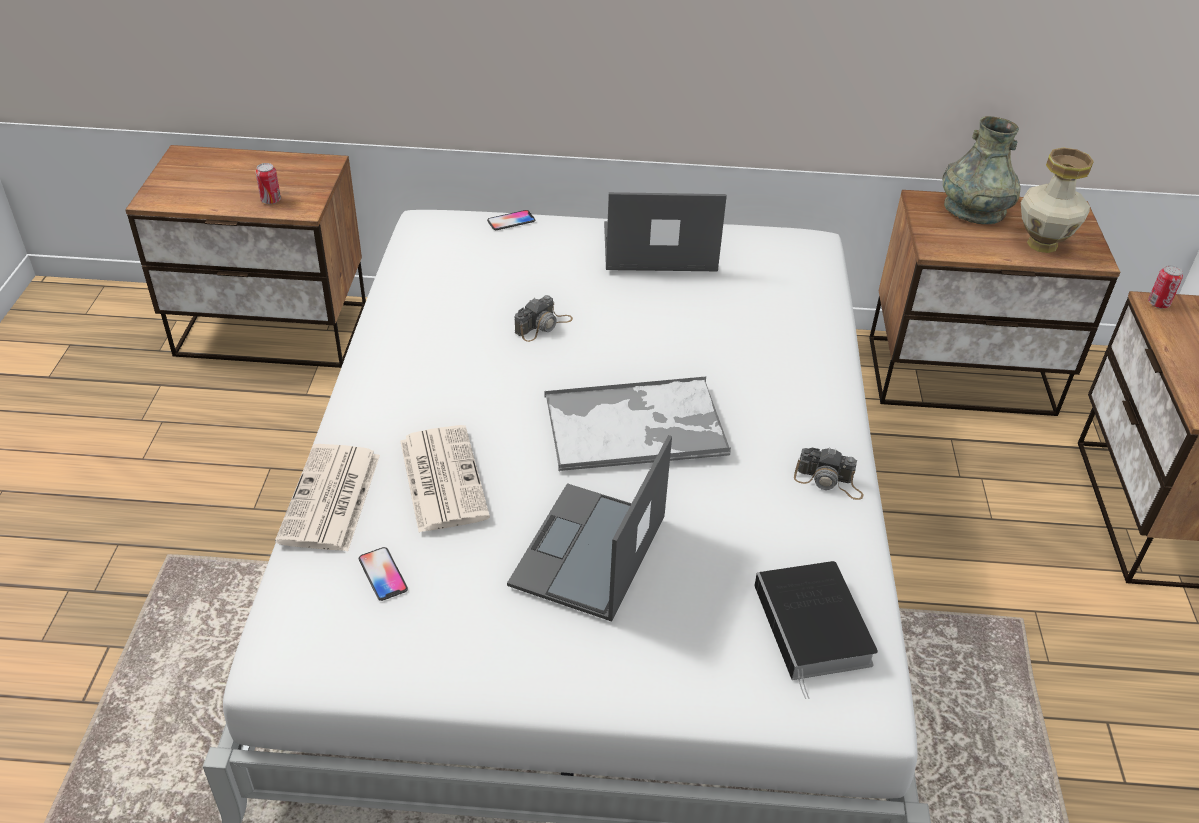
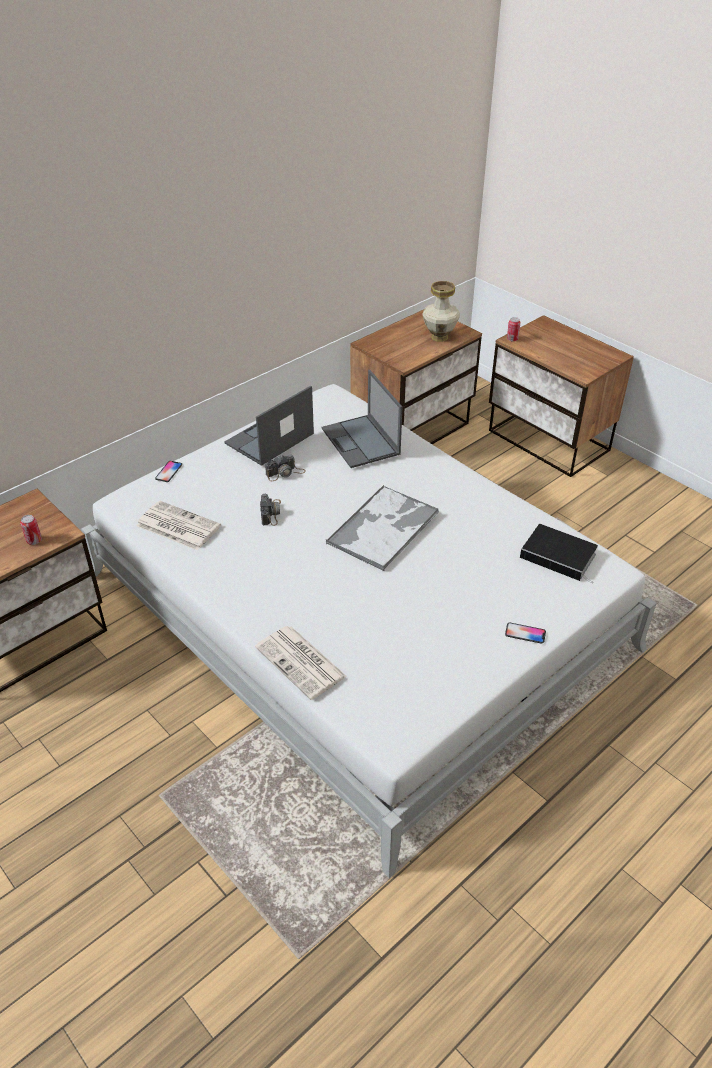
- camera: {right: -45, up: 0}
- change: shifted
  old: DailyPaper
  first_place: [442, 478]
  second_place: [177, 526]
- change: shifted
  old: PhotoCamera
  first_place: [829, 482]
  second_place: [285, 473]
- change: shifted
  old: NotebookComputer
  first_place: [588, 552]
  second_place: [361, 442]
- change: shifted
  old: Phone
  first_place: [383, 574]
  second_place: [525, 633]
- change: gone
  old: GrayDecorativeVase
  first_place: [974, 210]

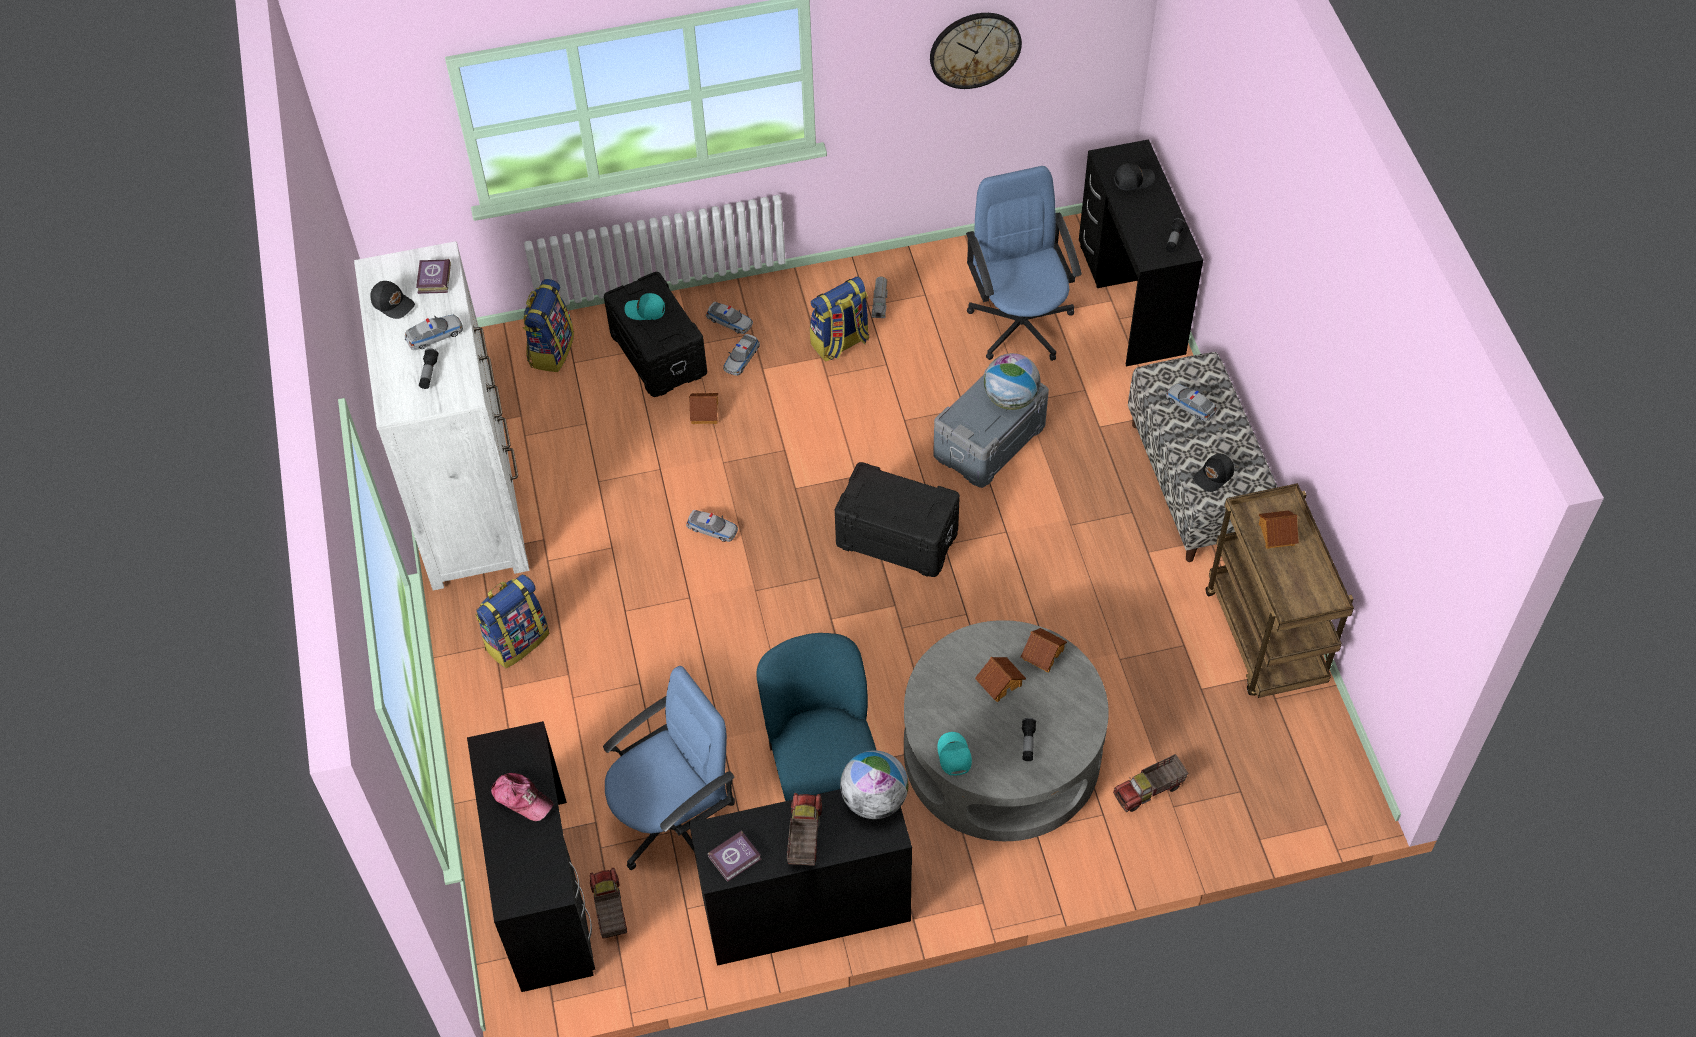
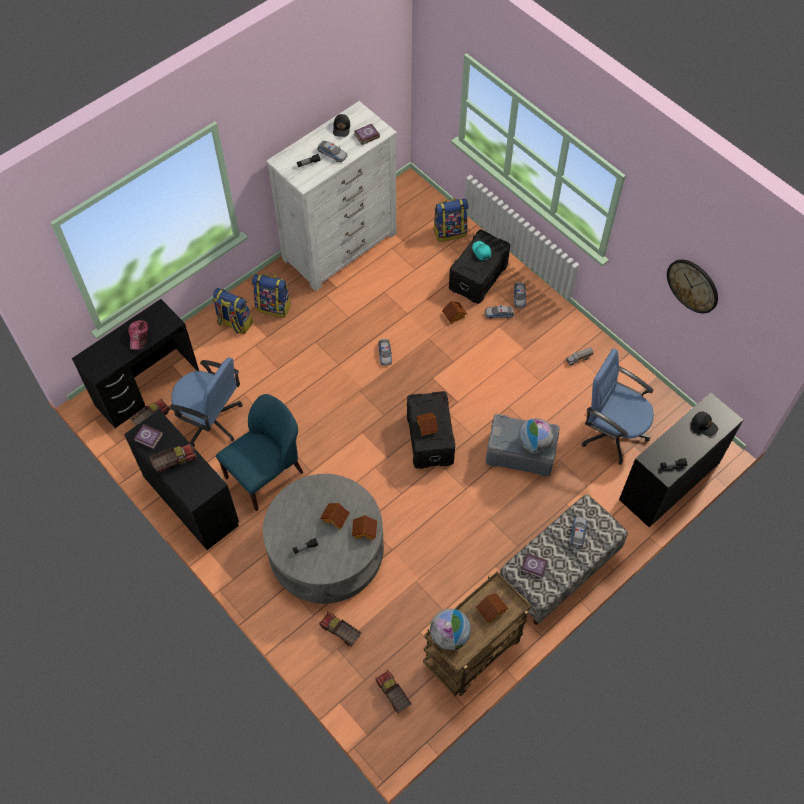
- camera: {right: 60, up: 5}
- change: shifted
  old: Backpack
  first_place: [840, 343]
  second_place: [234, 323]
- change: new
  new: ToyTruck
  second_place: [393, 694]
- change: new
  new: ToyHouse
  second_place: [427, 426]
- change: shifted
  old: WorldGlobe
  first_place: [874, 800]
  second_place: [449, 635]
- change: swapped
  old: BlackBaseballCap
  new: BoundBook
  first_place: [1214, 476]
  second_place: [534, 567]
- change: rotated
  old: BlueDeskChair
  first_place: [1020, 323]
  second_place: [612, 432]
  degrees: -105
- change: gone
  old: TurquoiseColouredBaseballCap
  first_place: [953, 756]

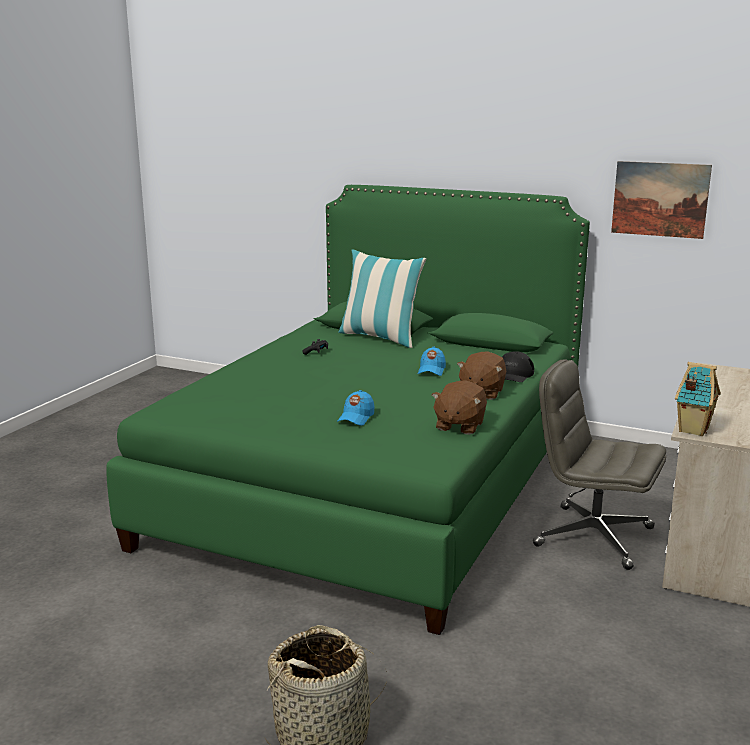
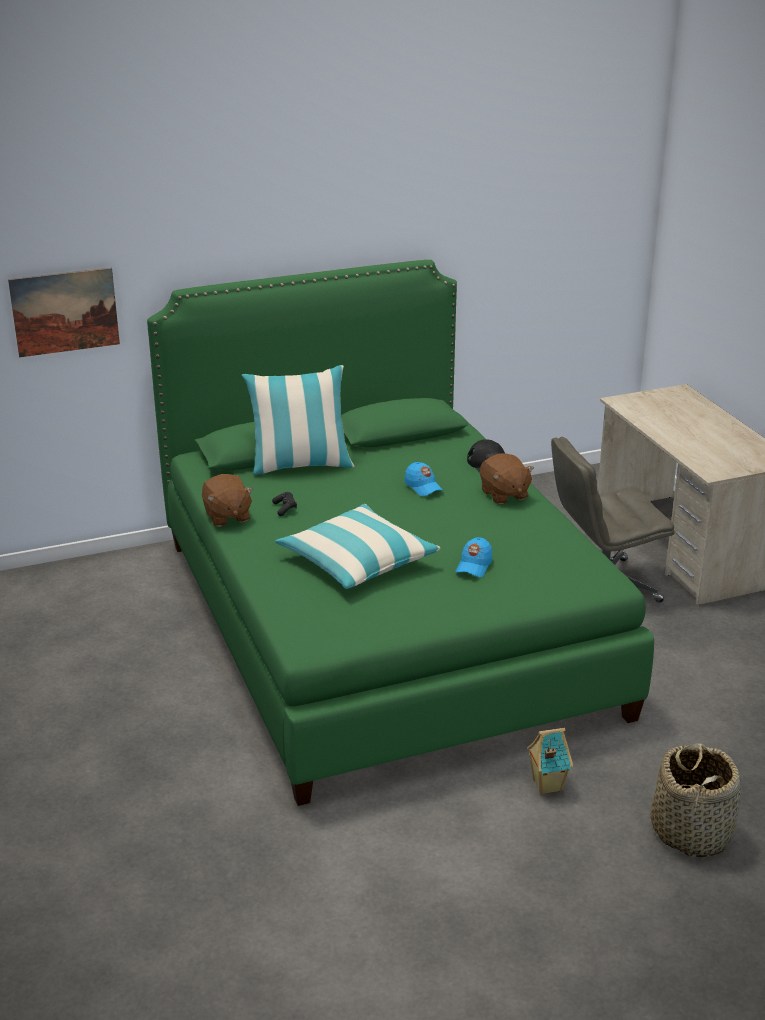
- camera: {right: -45, up: 10}
- change: shifted
  old: WallArt
  first_place: [660, 199]
  second_place: [65, 312]
- change: shifted
  old: BrownColouredSoftToy
  first_place: [459, 426]
  second_place: [227, 516]
- change: new
  new: ThrowPillow
  second_place: [357, 561]
- change: rotated
  old: BlueBaseballCap
  first_place: [356, 418]
  second_place: [474, 566]
  degrees: 45
- change: shifted
  old: ToyHouse
  first_place: [692, 430]
  second_place: [546, 785]

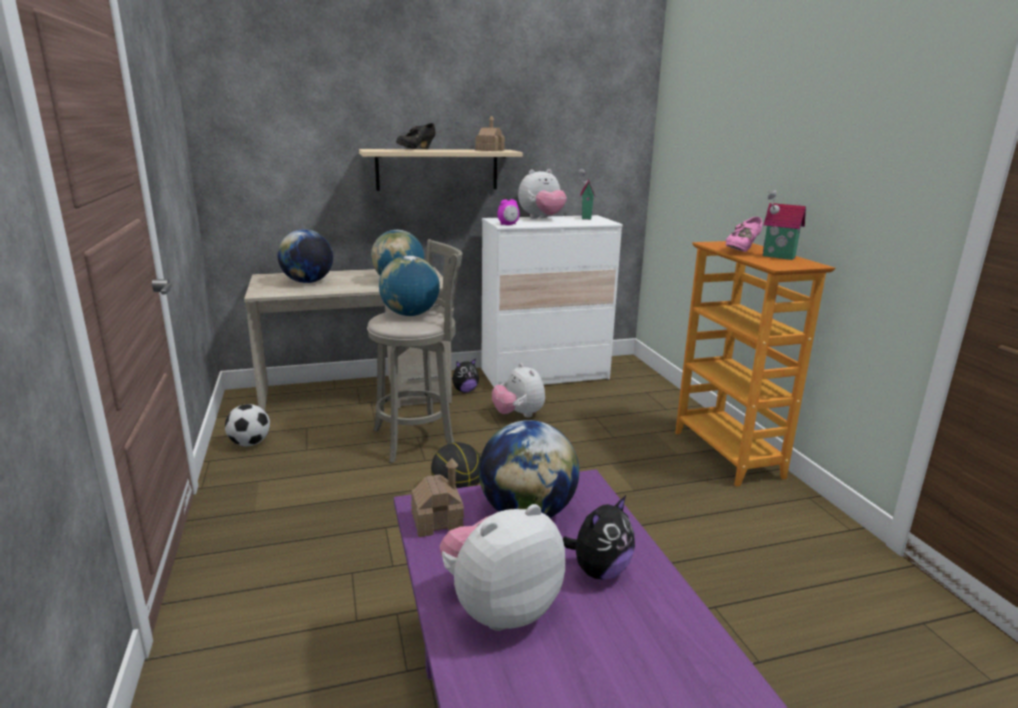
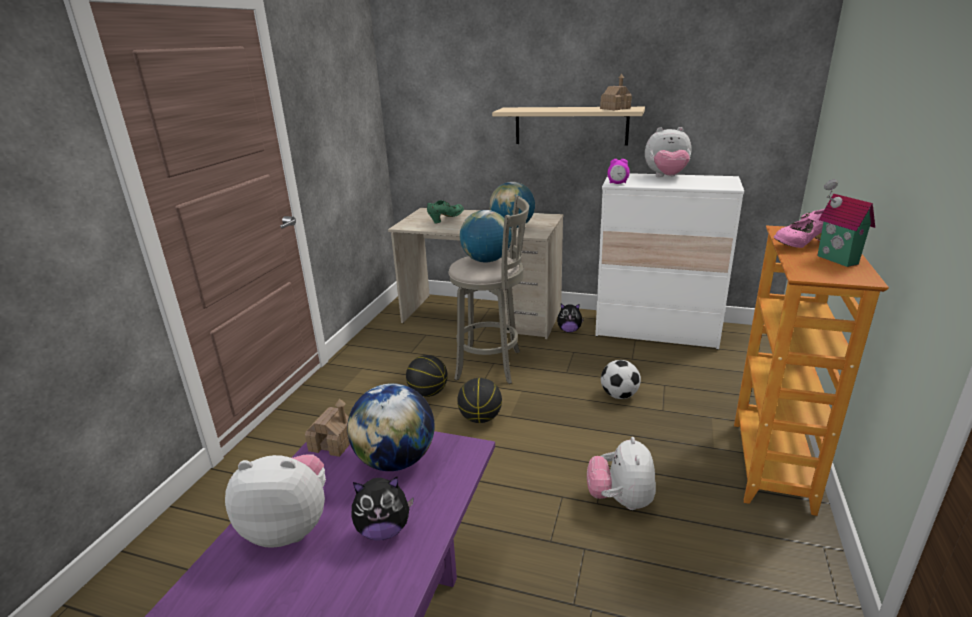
- camera: {right: 35, up: 5}
- change: new
  new: BallForBasketball
  second_place: [428, 393]
- change: swapped
  old: WorldGlobe
  new: GreenLowShoe
  first_place: [308, 282]
  second_place: [446, 219]
- change: shifted
  old: SoftToy
  first_place: [518, 415]
  second_place: [620, 500]
- change: shifted
  old: FootballBall
  first_place: [250, 443]
  second_place: [619, 395]
- change: gone
  old: BlackLowShoe
  first_place: [416, 150]
- change: gone
  old: ToyHouse
  first_place: [584, 217]

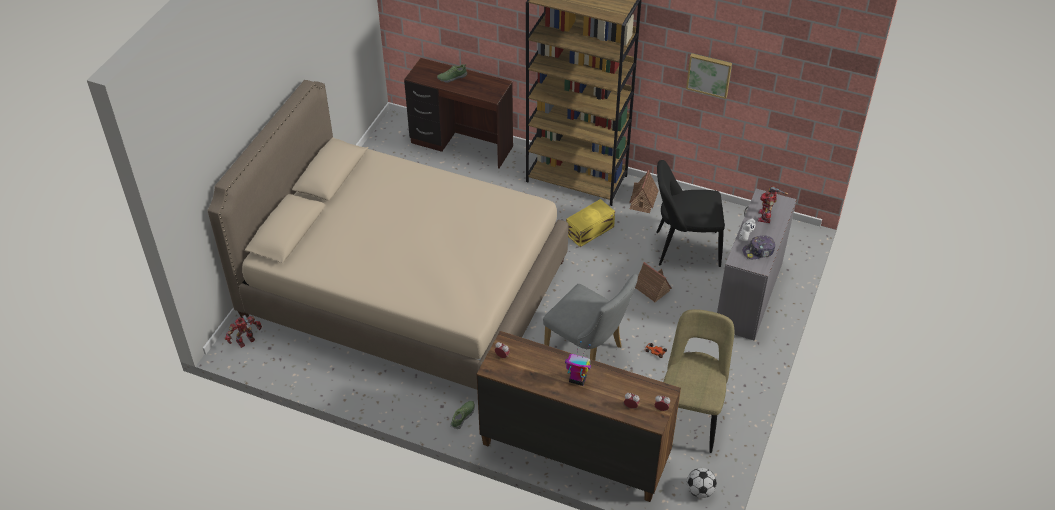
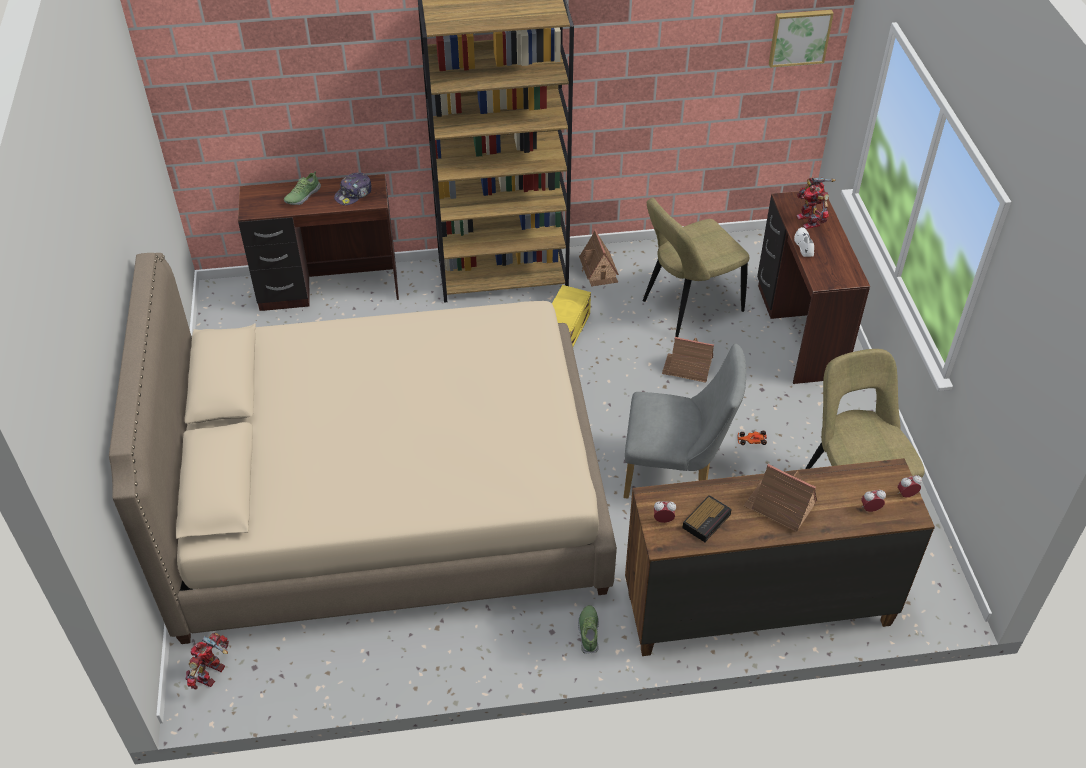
- camera: {right: -30, up: 0}
- change: shifted
  old: BaseballCap
  first_place: [758, 251]
  second_place: [354, 194]
- change: repainted
  old: BlackUprightChair
  new: SandColouredUprightChair
  first_place: [684, 249]
  second_place: [688, 307]
- change: new
  new: TableClock
  second_place: [707, 520]
- change: swapped
  old: RobotFigure
  new: ToyHouse
  first_place: [577, 380]
  second_place: [780, 506]
- change: repainted
  old: GrayDeskTable
  new: BrownColouredDeskTable
  first_place: [747, 295]
  second_place: [797, 331]
- change: shifted
  old: WallArt
  first_place: [709, 74]
  second_place: [799, 37]
- change: gone
  old: FootballBall
  first_place: [700, 490]

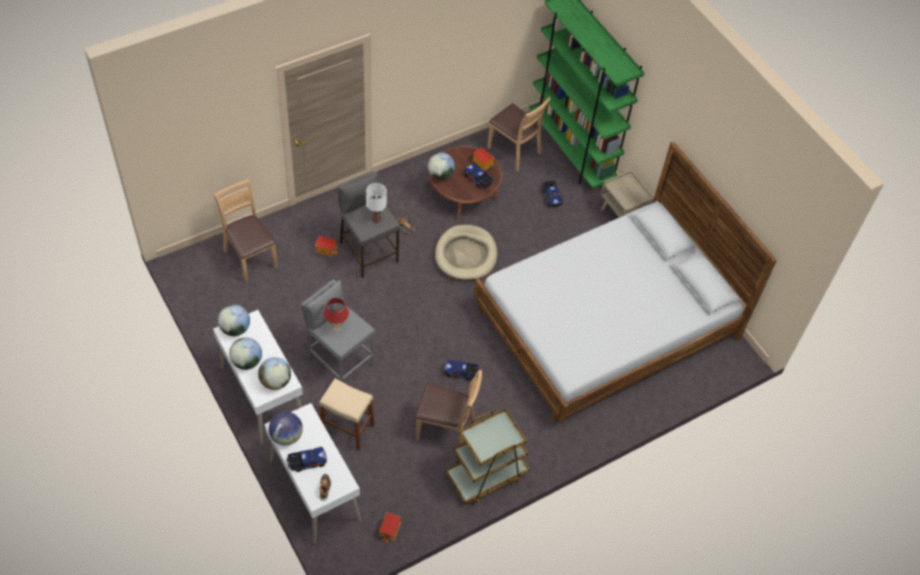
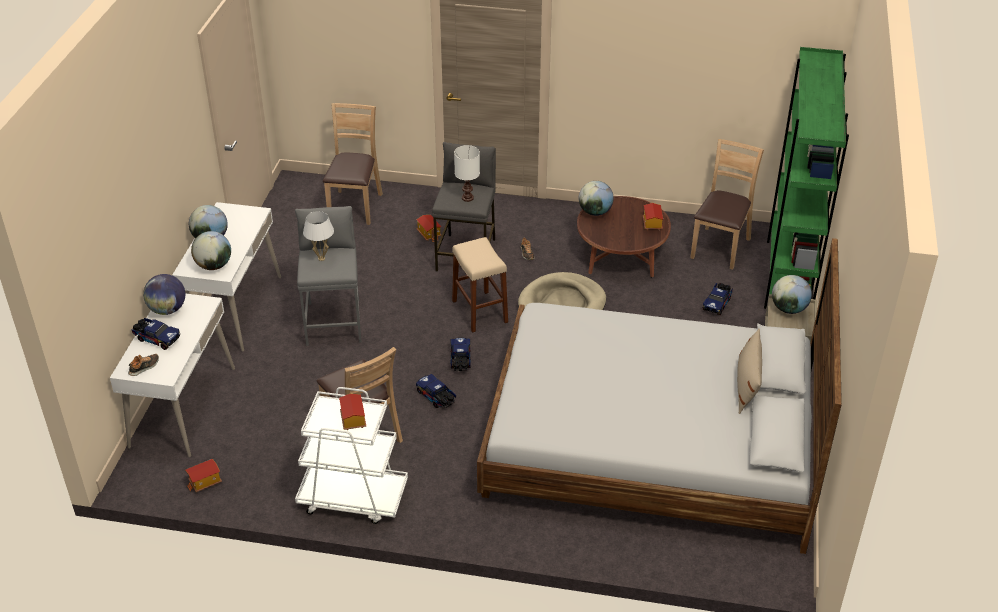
- camera: {right: 45, up: -15}
- change: repainted
  old: BrownColouredTrolley
  new: WhiteColouredTrolley
  first_place: [486, 475]
  second_place: [352, 497]
- change: repainted
  old: RedTabletopLamp
  new: WhiteColouredTabletopLamp
  first_place: [337, 328]
  second_place: [321, 259]
- change: new
  new: ToyHouse
  second_place: [352, 420]
- change: shifted
  old: ToyTruck
  first_place: [478, 180]
  second_place: [460, 360]
- change: shifted
  old: SandColouredStool
  first_place: [347, 428]
  second_place: [479, 311]
- change: rotated
  old: BrownColouredUprightChair
  first_place: [514, 151]
  second_place: [720, 247]
  degrees: -150
- change: new
  new: SandColouredThrowPillow
  second_place: [747, 385]
- change: shifted
  old: WorldGlobe
  first_place: [235, 329]
  second_place: [788, 309]

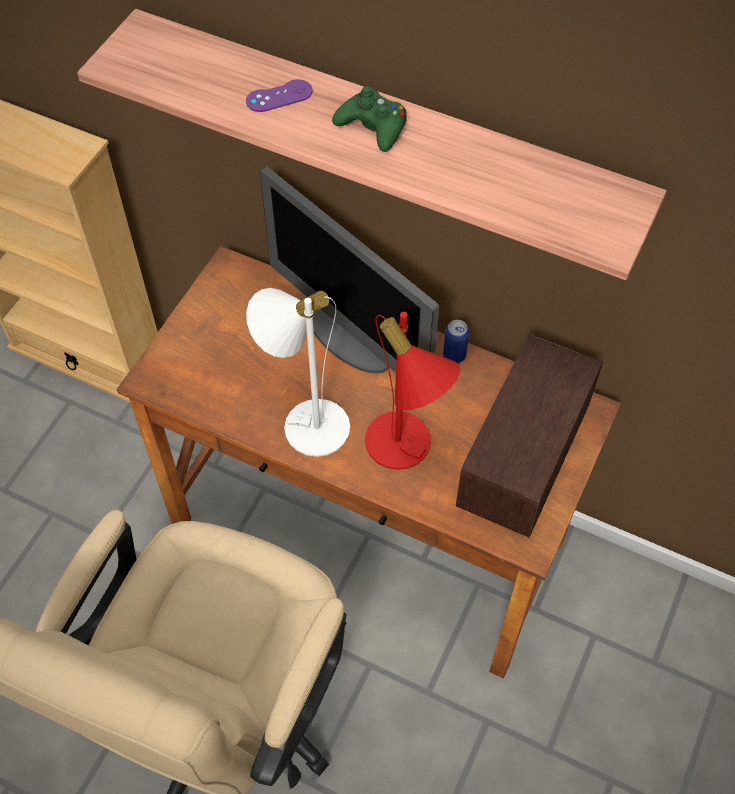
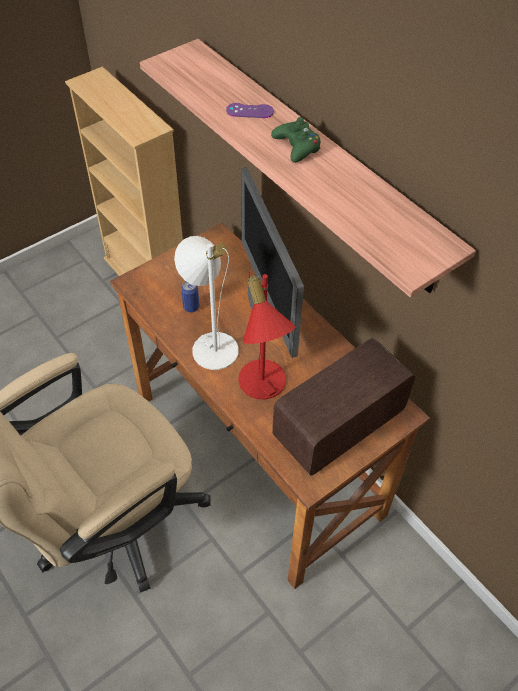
- camera: {right: 25, up: -5}
- change: shifted
  old: SealedCan
  first_place: [454, 355]
  second_place: [191, 307]

